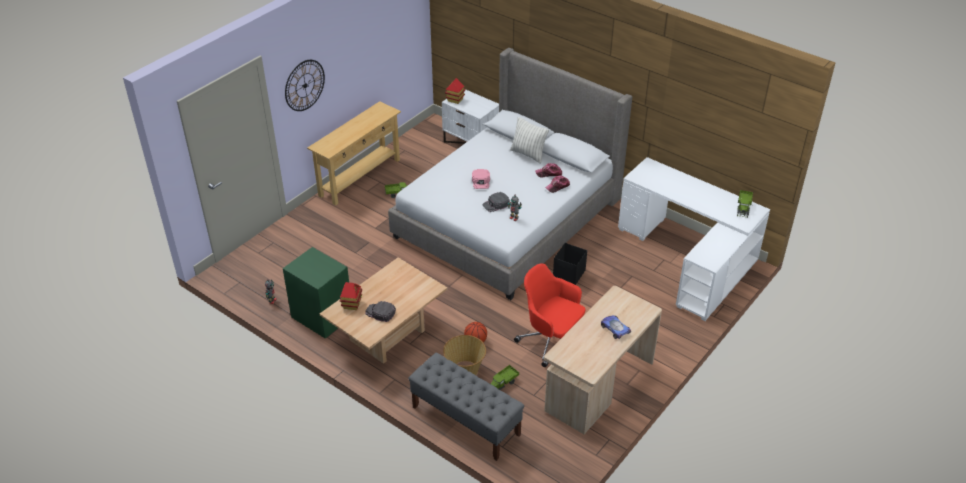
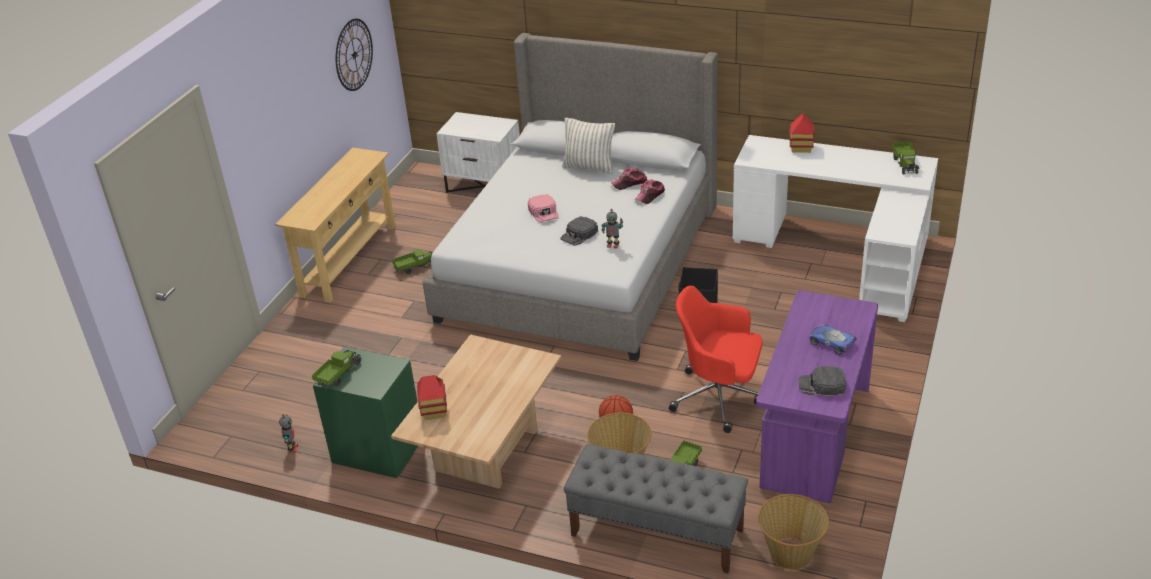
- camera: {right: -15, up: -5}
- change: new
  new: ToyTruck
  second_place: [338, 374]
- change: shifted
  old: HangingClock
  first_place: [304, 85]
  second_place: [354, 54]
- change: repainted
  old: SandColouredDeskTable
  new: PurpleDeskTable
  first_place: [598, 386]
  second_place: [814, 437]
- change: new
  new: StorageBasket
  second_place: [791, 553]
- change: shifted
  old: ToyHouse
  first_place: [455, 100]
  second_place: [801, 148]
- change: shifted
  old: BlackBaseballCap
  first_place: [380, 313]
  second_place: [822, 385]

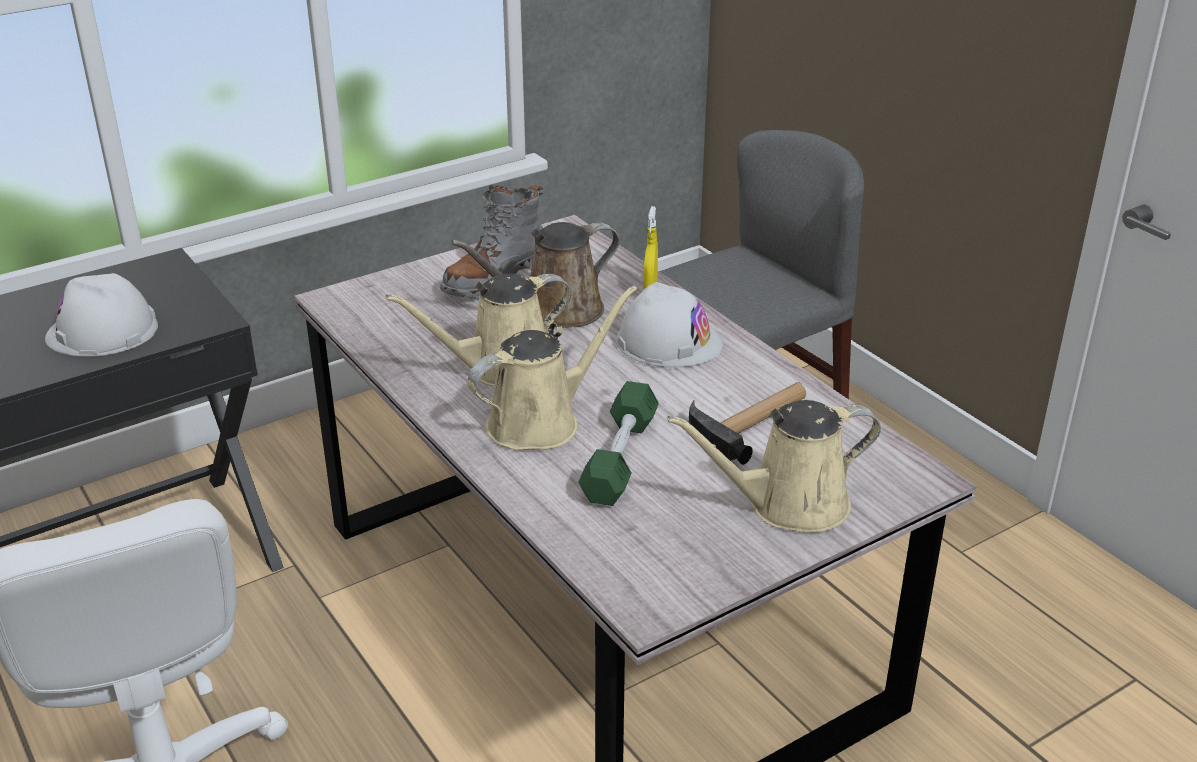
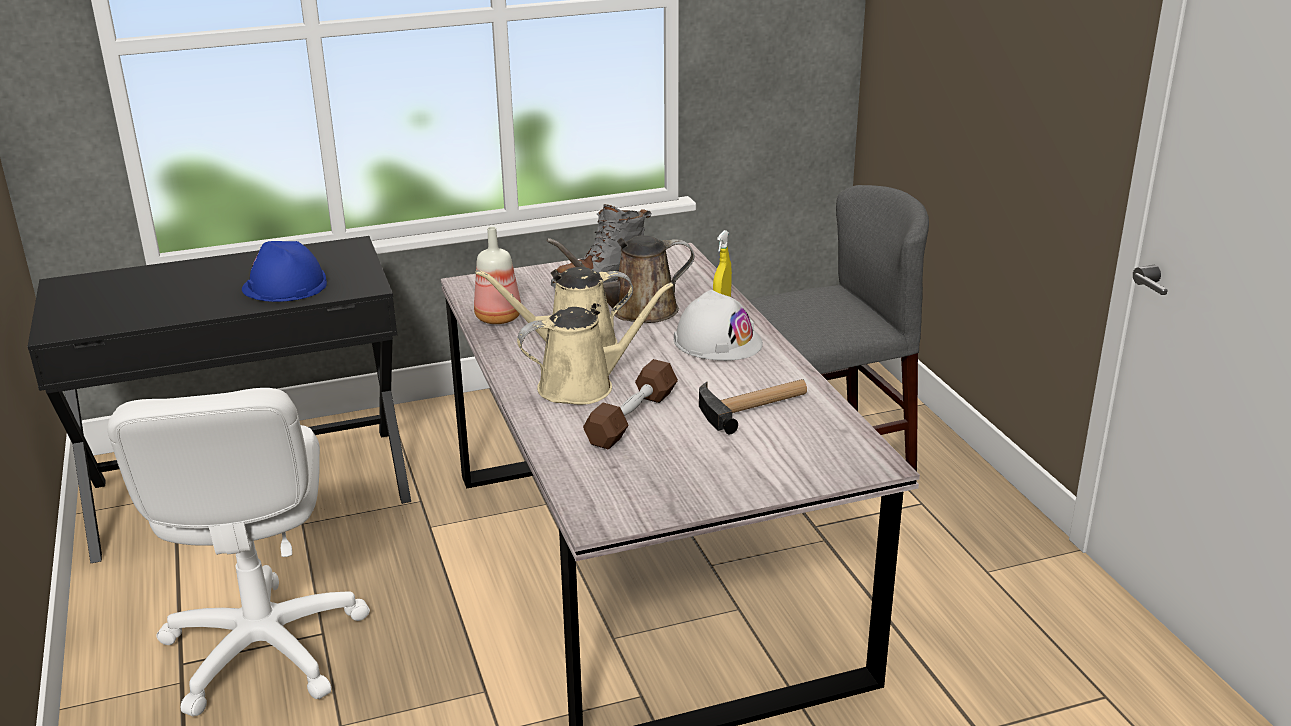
- camera: {right: 15, up: -5}
- change: repainted
  old: WhiteColouredSafetyHelmet
  new: BlueSafetyHelmet
  first_place: [102, 332]
  second_place: [284, 286]
- change: new
  new: BeverageBottle
  second_place: [500, 318]
- change: repainted
  old: GreenFreeWeight
  new: BrownColouredFreeWeight
  first_place: [619, 459]
  second_place: [631, 418]
- change: gone
  old: SandColouredSprinklingCan
  first_place: [788, 505]

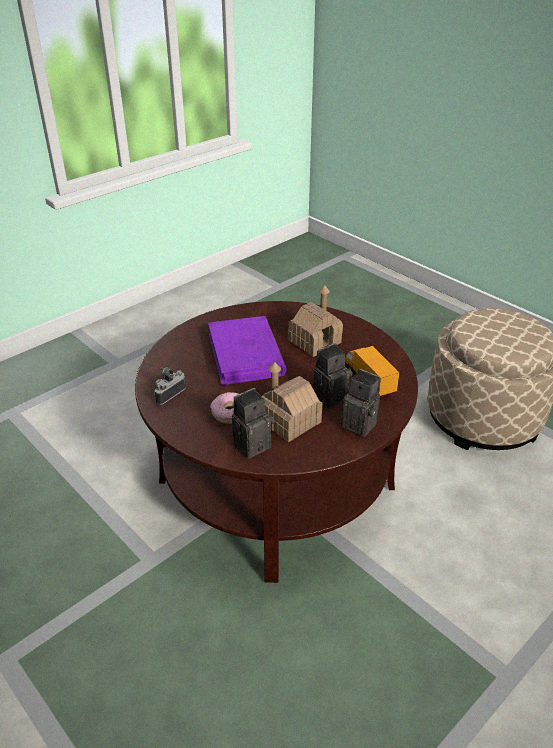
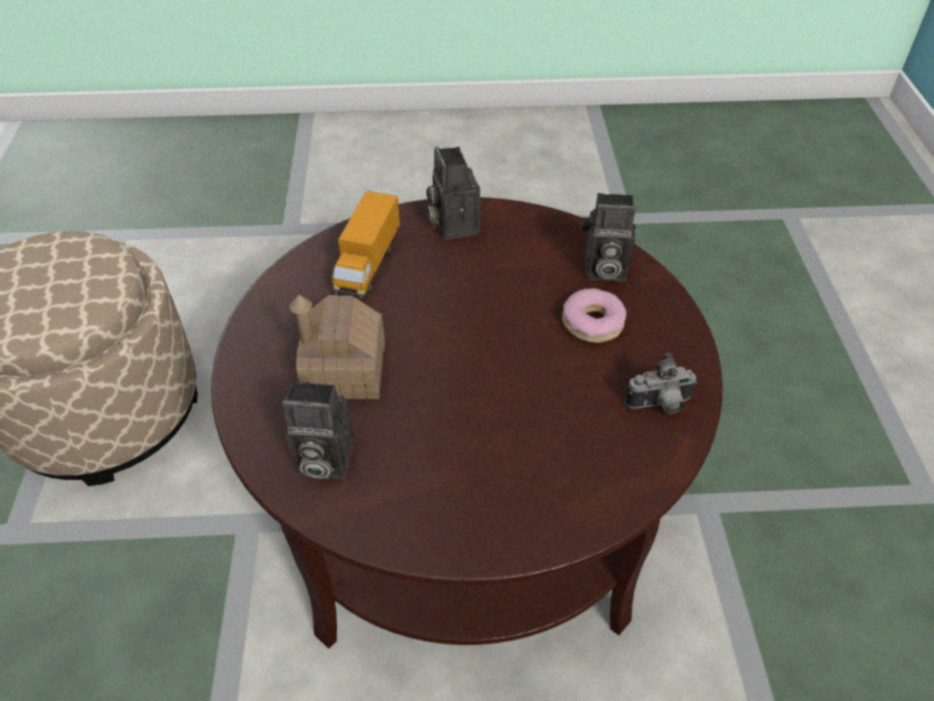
- camera: {right: -140, up: 10}
- change: shifted
  old: PhotoCamera
  first_place: [330, 396]
  second_place: [321, 460]
- change: gone
  old: PurpleBoundBook
  first_place: [245, 354]
- change: gone
  old: ToyHouse
  first_place: [289, 421]

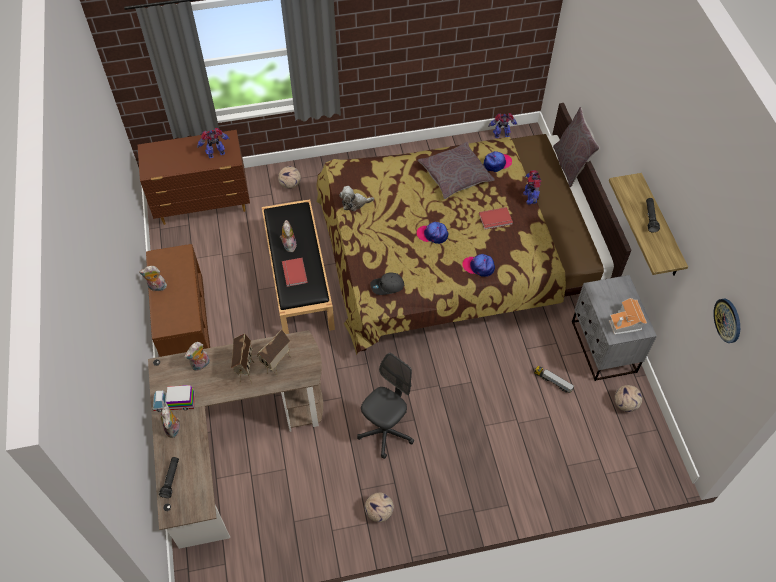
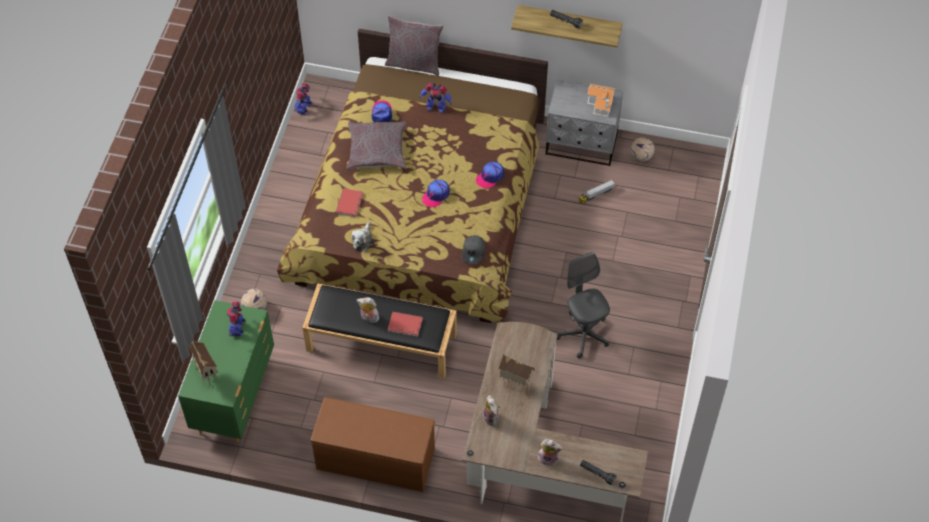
- camera: {right: -65, up: 0}
- change: repainted
  old: BrownColouredChestOfDrawers
  new: GreenChestOfDrawers
  first_place: [204, 206]
  second_place: [235, 396]
- change: shifted
  old: ToyHouse
  first_place: [278, 365]
  second_place: [207, 374]
- change: shifted
  old: RedBoundBook
  first_place: [496, 220]
  second_place: [350, 203]
- change: gone
  old: SoftToy
  first_place: [157, 287]
- change: gone
  old: ToyTruck
  first_place: [174, 403]
- change: gone
  old: FootballBall
  first_place: [379, 511]
- change: gone
  old: HangingClock
  first_place: [728, 320]

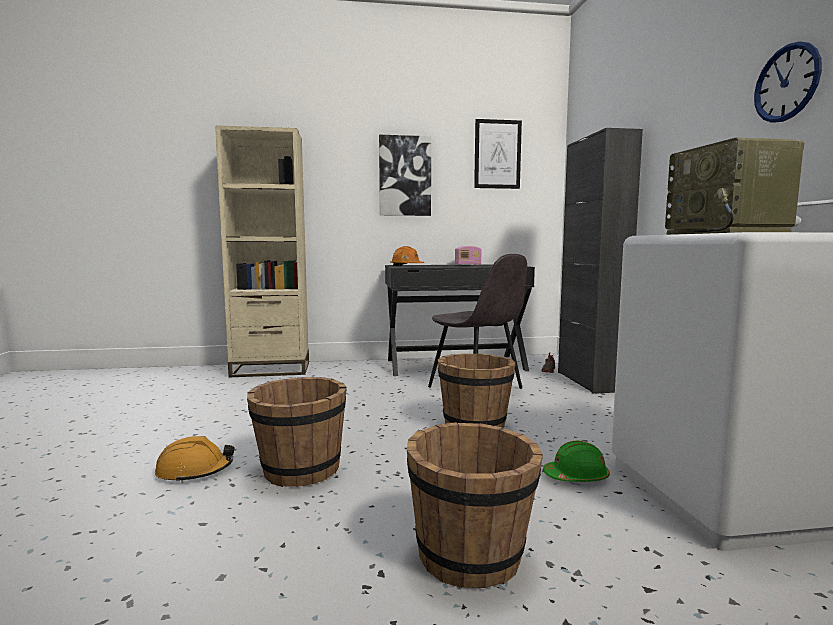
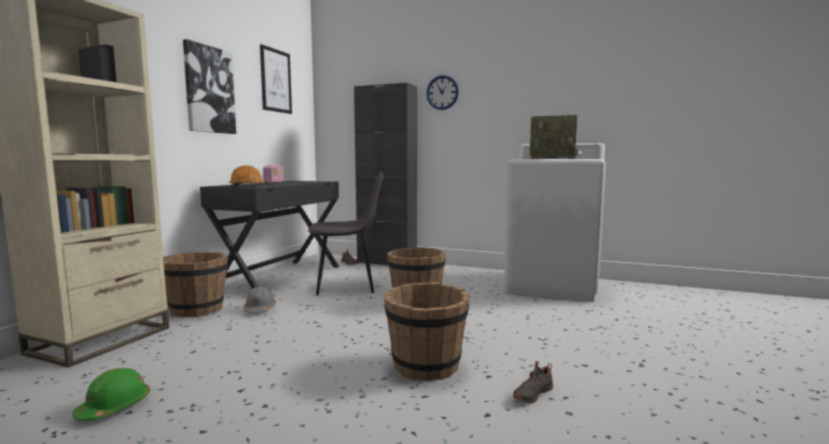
- camera: {right: -60, up: 0}
- change: shifted
  old: GreenSafetyHelmet
  first_place: [576, 477]
  second_place: [114, 407]
- change: shifted
  old: BrownColouredBucket
  first_place: [471, 555]
  second_place: [197, 309]
- change: new
  new: GraySafetyHelmet
  second_place: [259, 309]
- change: shifted
  old: HangingClock
  first_place: [786, 83]
  second_place: [442, 92]
- change: new
  new: BlackLowShoe
  second_place: [532, 394]
- change: gone
  old: OrangeSafetyHelmet
  first_place: [194, 471]

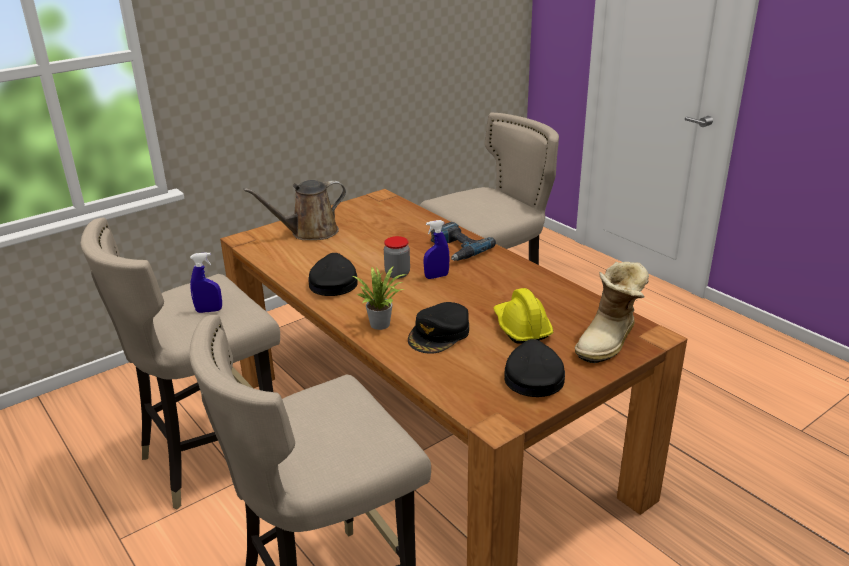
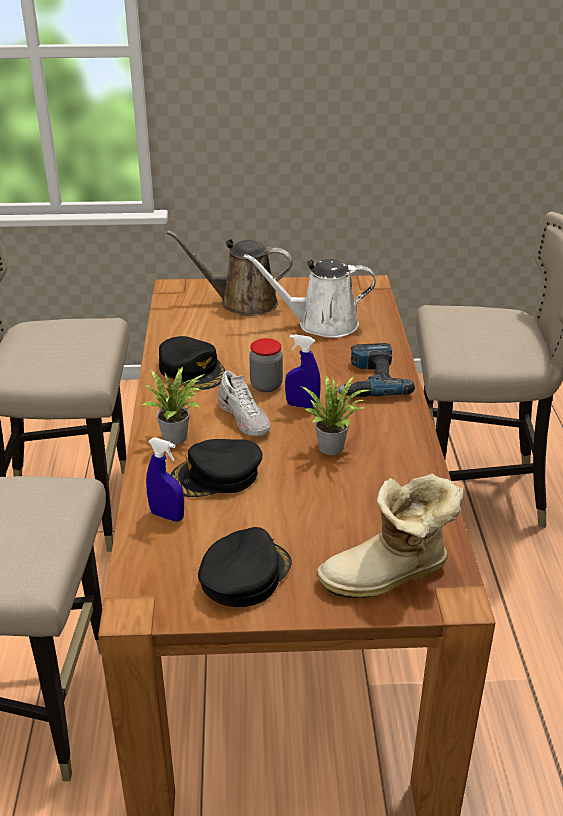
- camera: {right: 35, up: 5}
- change: shifted
  old: BlueSprayBottle
  first_place: [209, 311]
  second_place: [167, 516]
- change: rotated
  old: BlackBaseballCap
  first_place: [333, 282]
  second_place: [192, 370]
  degrees: 105
- change: new
  new: WhiteColouredLowShoe
  second_place: [245, 418]
- change: new
  new: WhiteColouredSprinklingCan
  second_place: [321, 324]
- change: new
  new: PlantInAPot
  second_place: [333, 446]
- change: gone
  old: YellowColouredSafetyHelmet
  first_place: [521, 327]

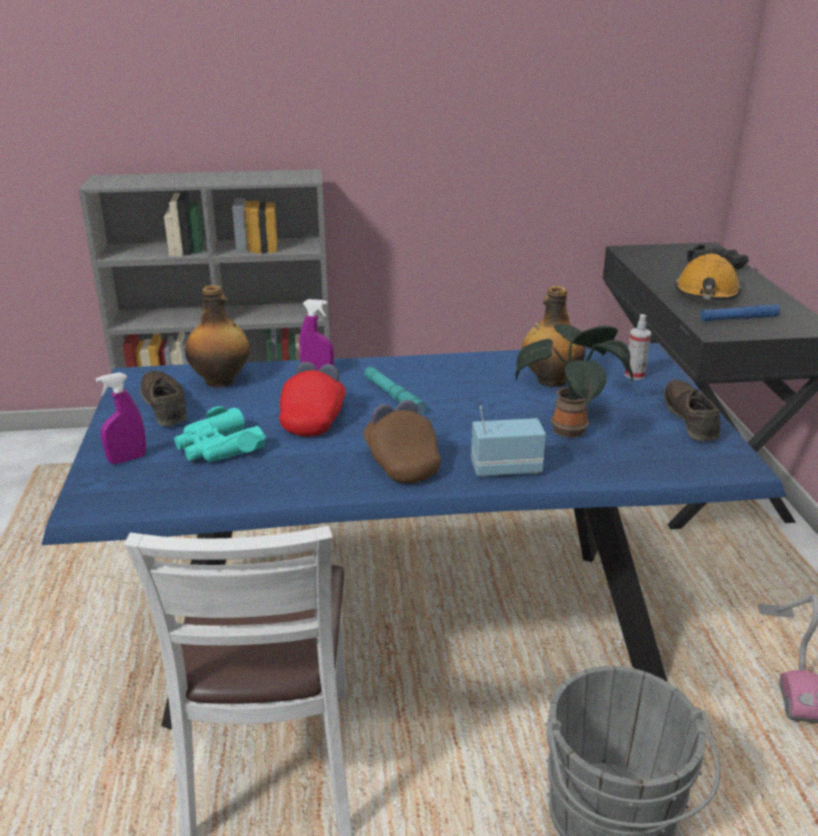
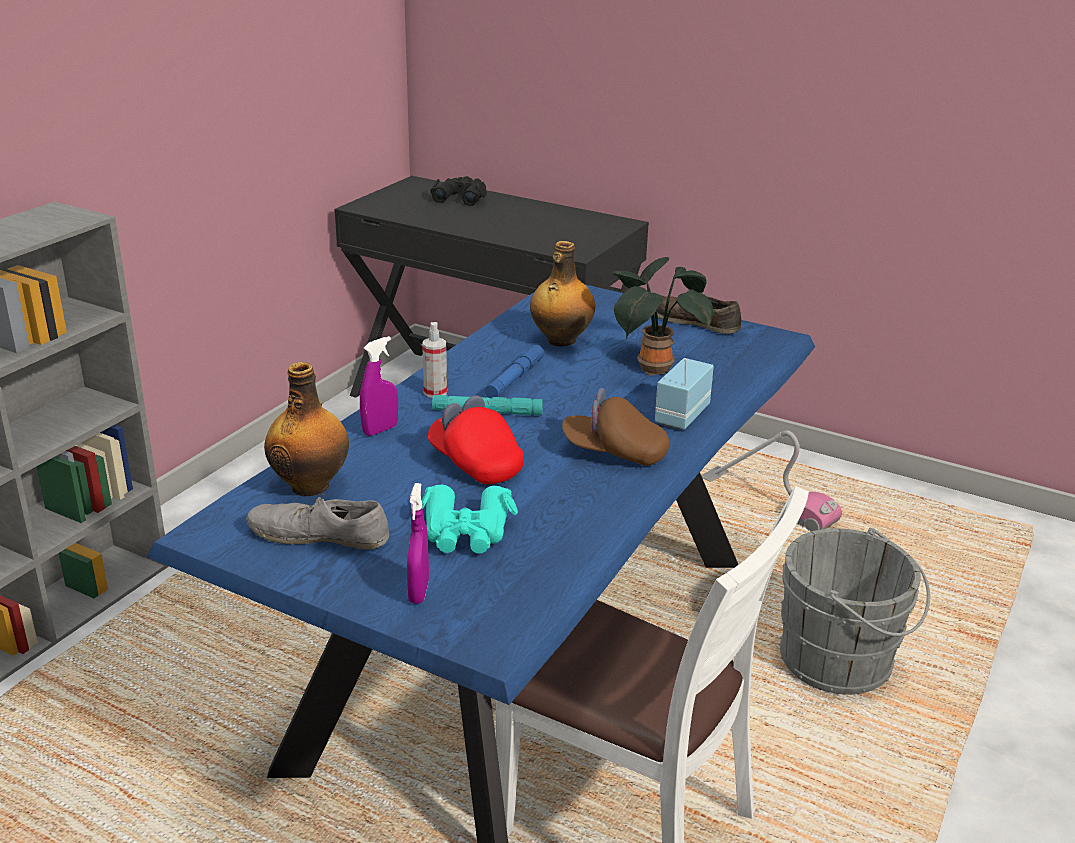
- camera: {right: -55, up: 0}
- change: repainted
  old: BrownColouredLowShoe
  new: GrayLowShoe
  first_place: [165, 405]
  second_place: [319, 535]
- change: shifted
  old: SprayBottle
  first_place: [634, 375]
  second_place: [435, 392]
- change: shifted
  old: BlueHandTorch
  first_place: [738, 318]
  second_place: [514, 378]
- change: gone
  old: OrangeSafetyHelmet
  first_place: [706, 294]

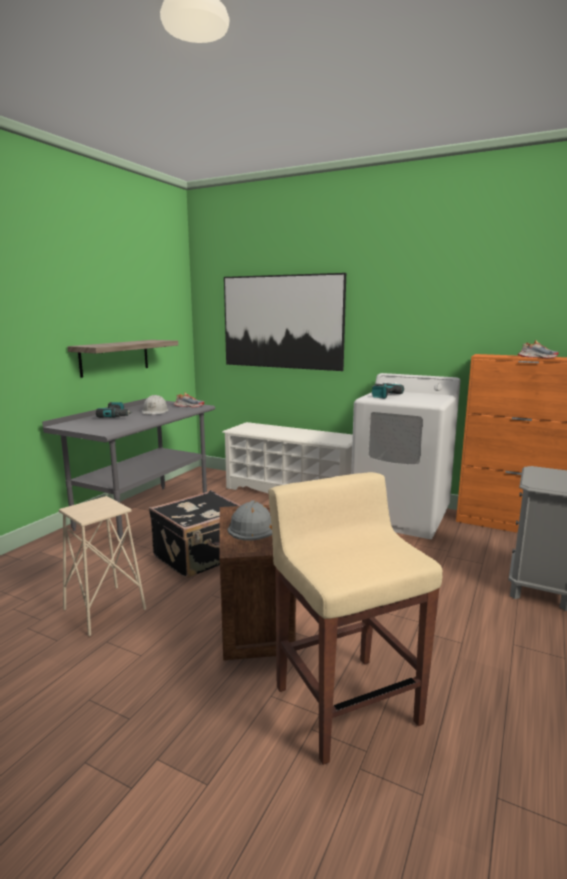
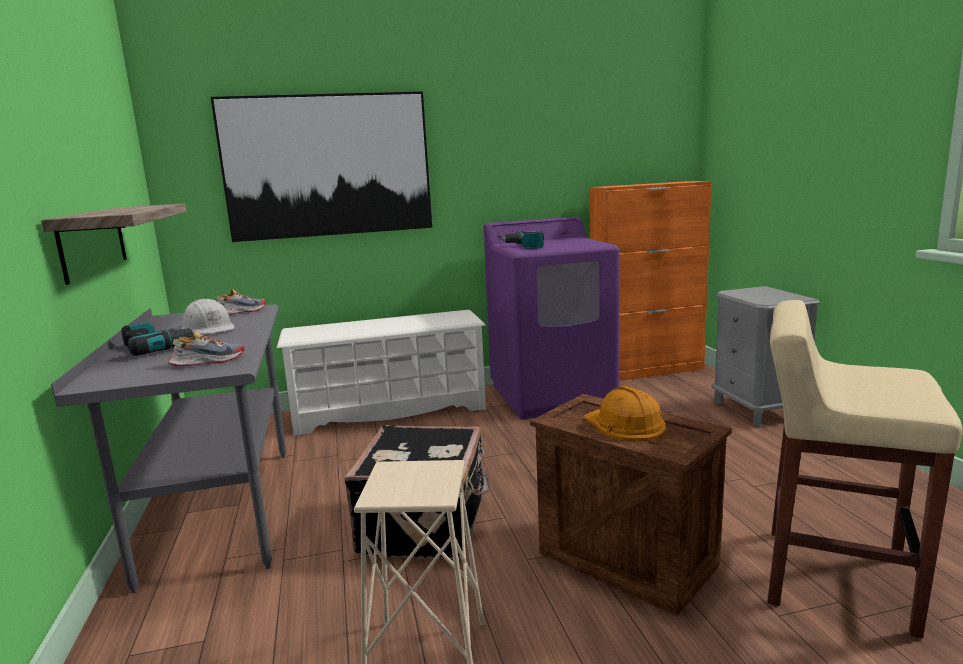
- camera: {right: -40, up: 0}
- change: shifted
  old: LowShoe
  first_place: [537, 357]
  second_place: [208, 361]
- change: repainted
  old: WhiteColouredLaundryMachine
  new: PurpleLaundryMachine
  first_place: [401, 516]
  second_place: [552, 395]
- change: repainted
  old: GraySafetyHelmet
  new: OrangeSafetyHelmet
  first_place: [252, 527]
  second_place: [625, 424]

